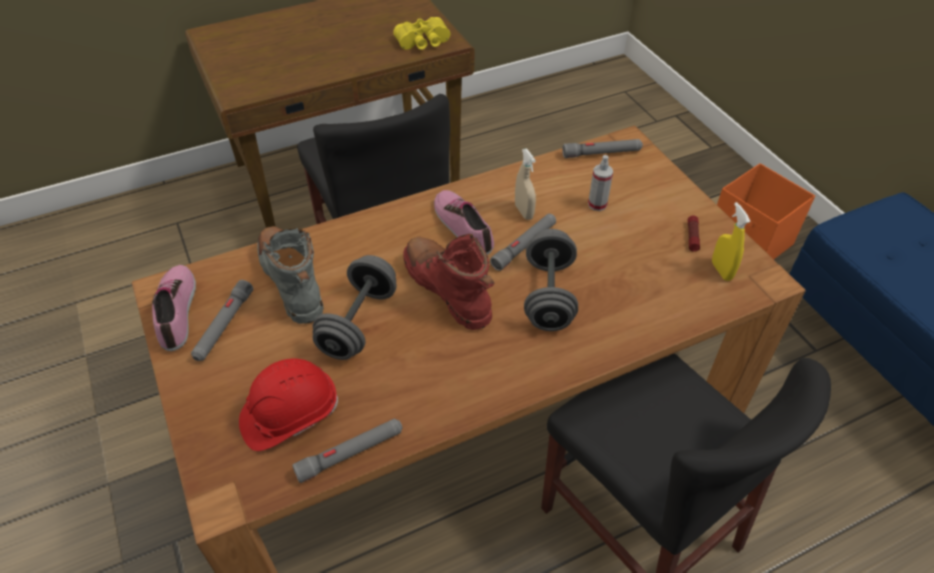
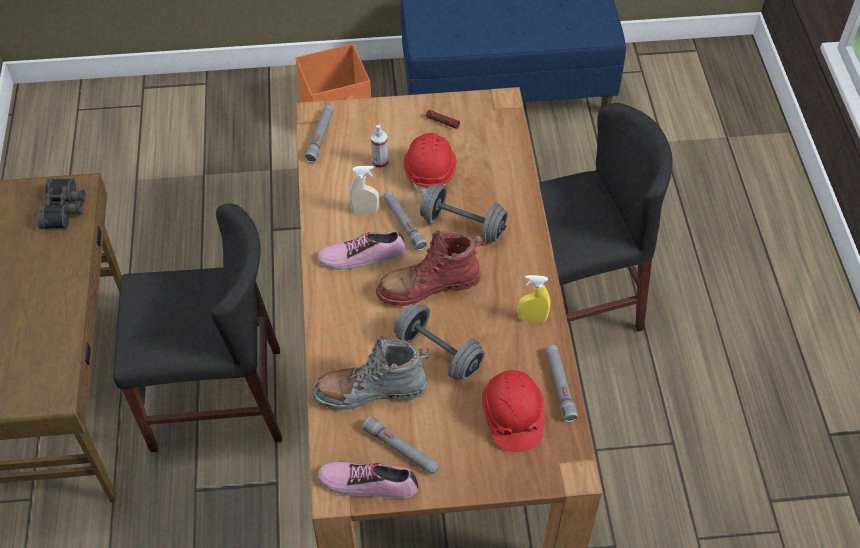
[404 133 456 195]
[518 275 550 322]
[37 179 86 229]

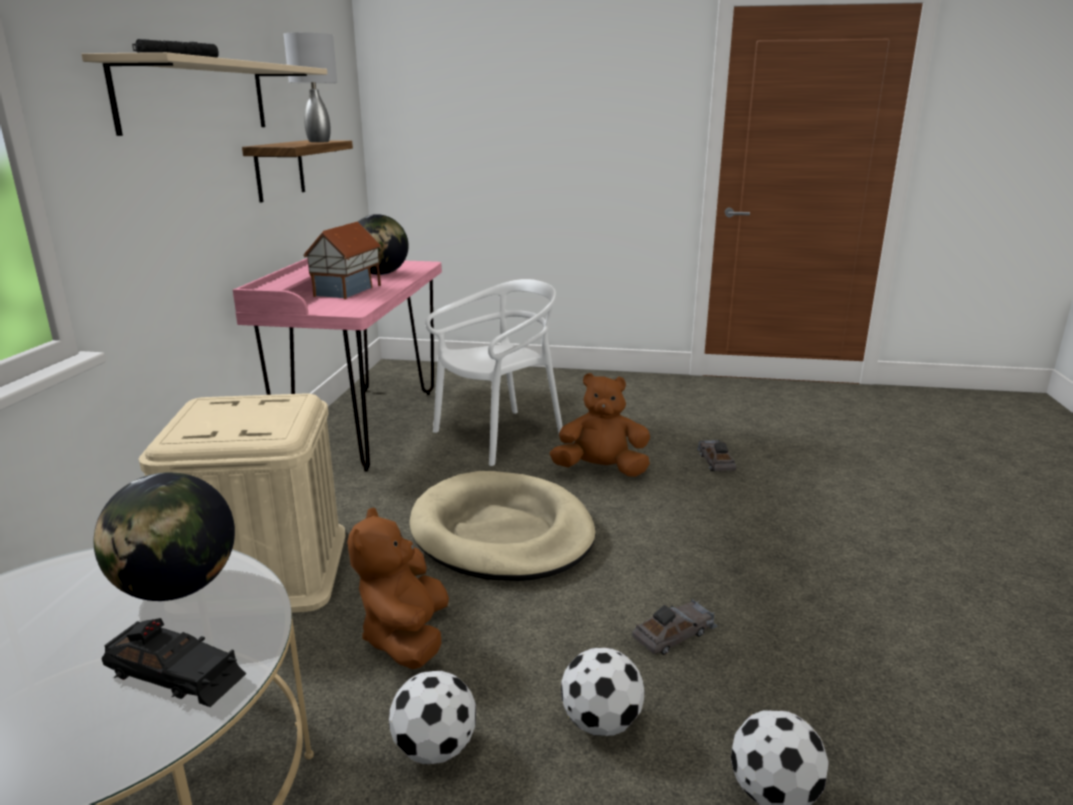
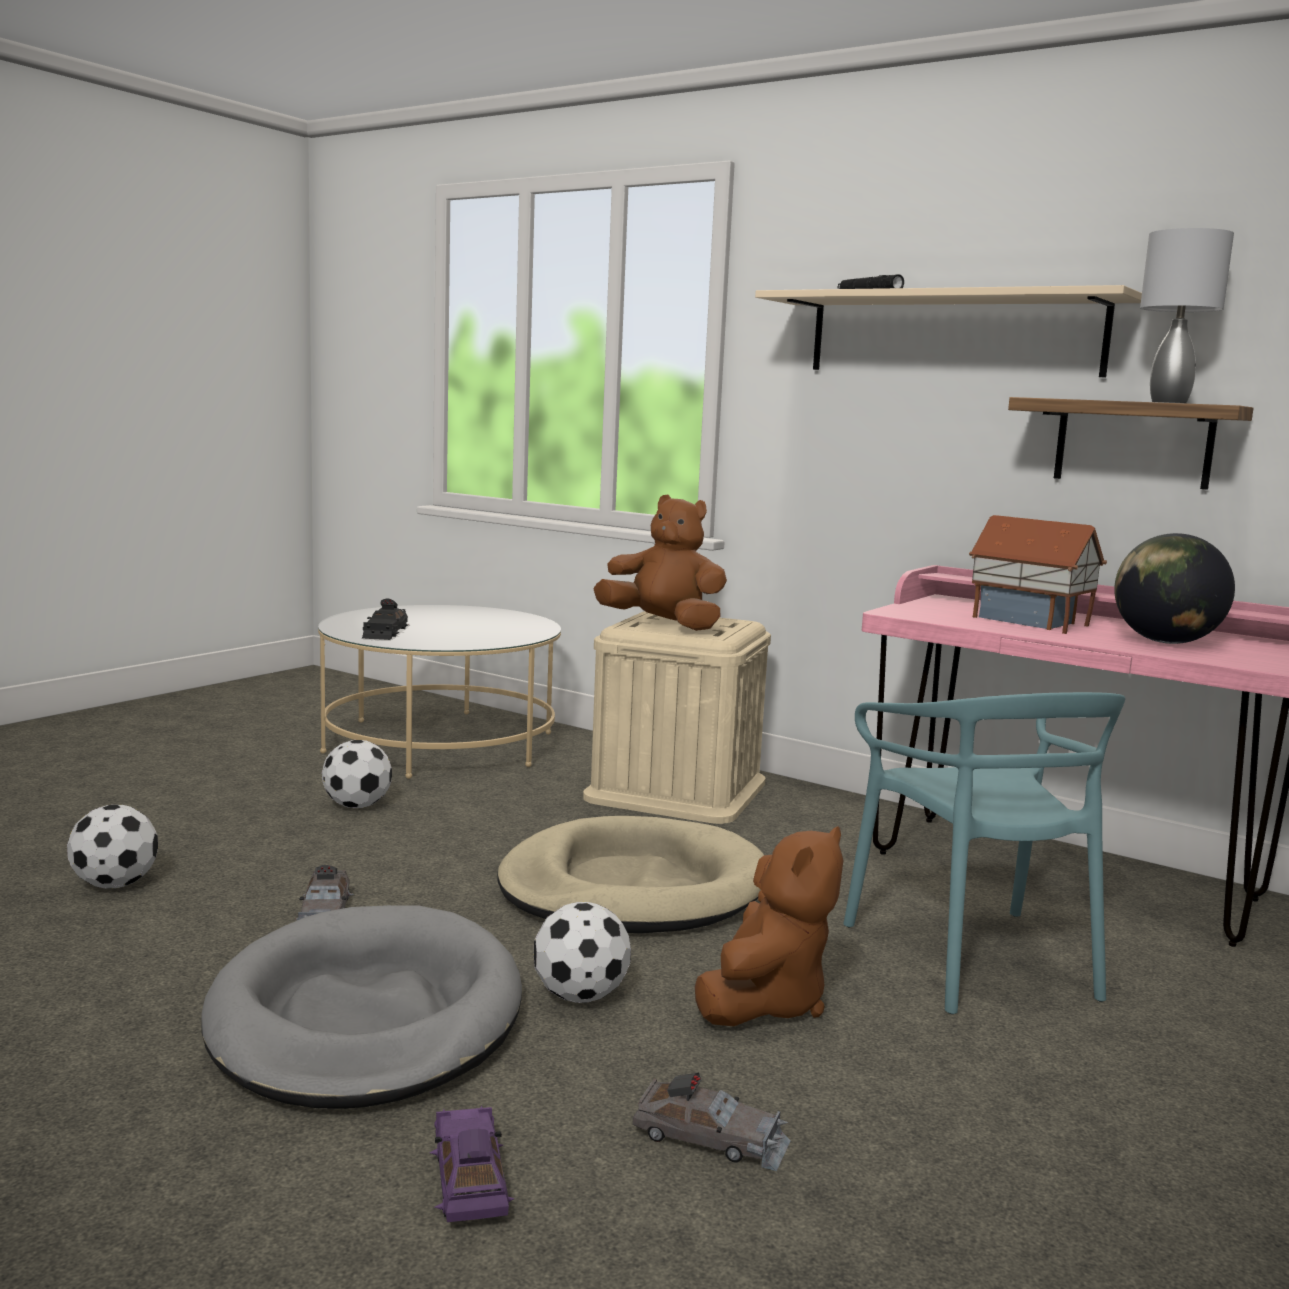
[94 472 235 601] (first image)
[201 905 522 1109]
[429 1106 515 1222]
[594 495 727 631]
[534 902 631 1003]
[843 692 1125 1014]
[362 599 408 640]

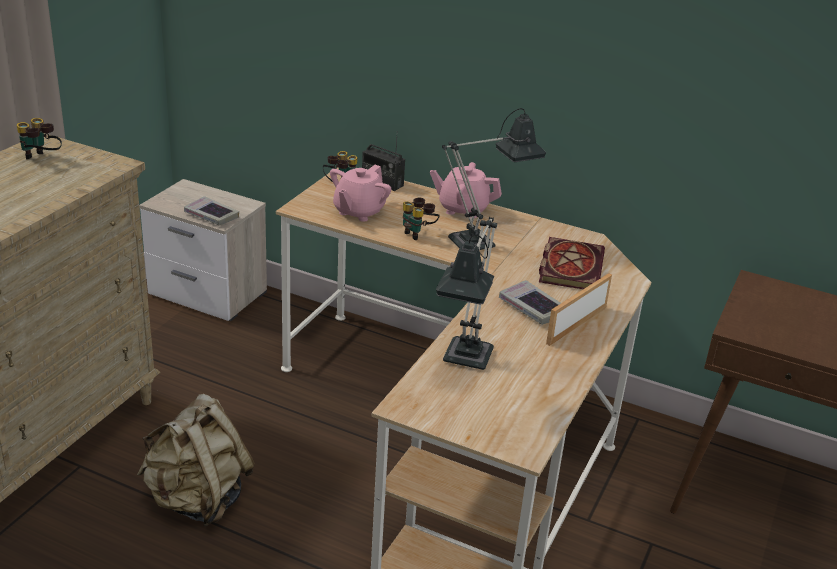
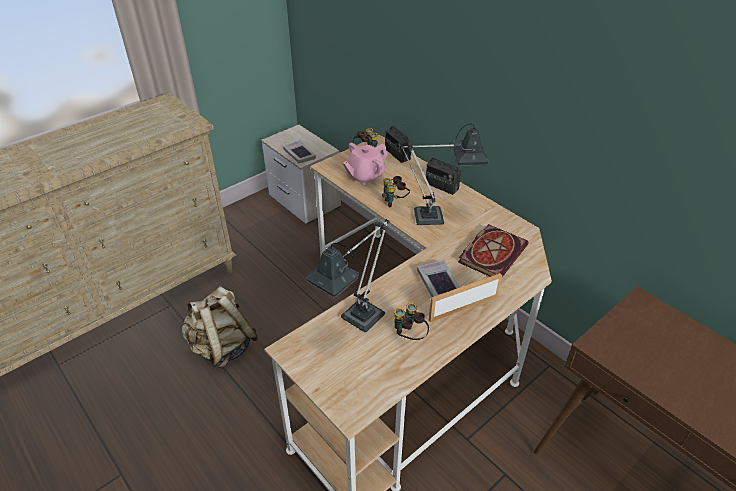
[394 303 429 340]
[425 158 461 195]

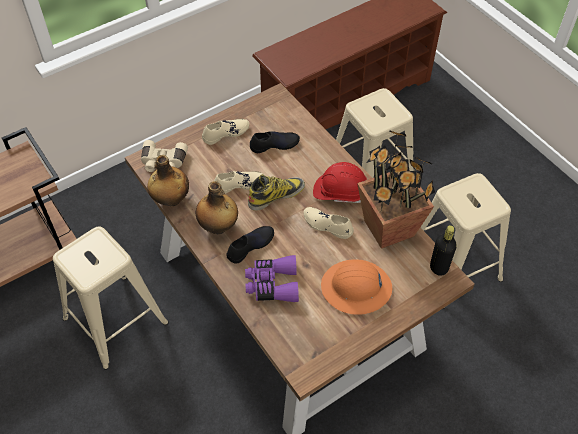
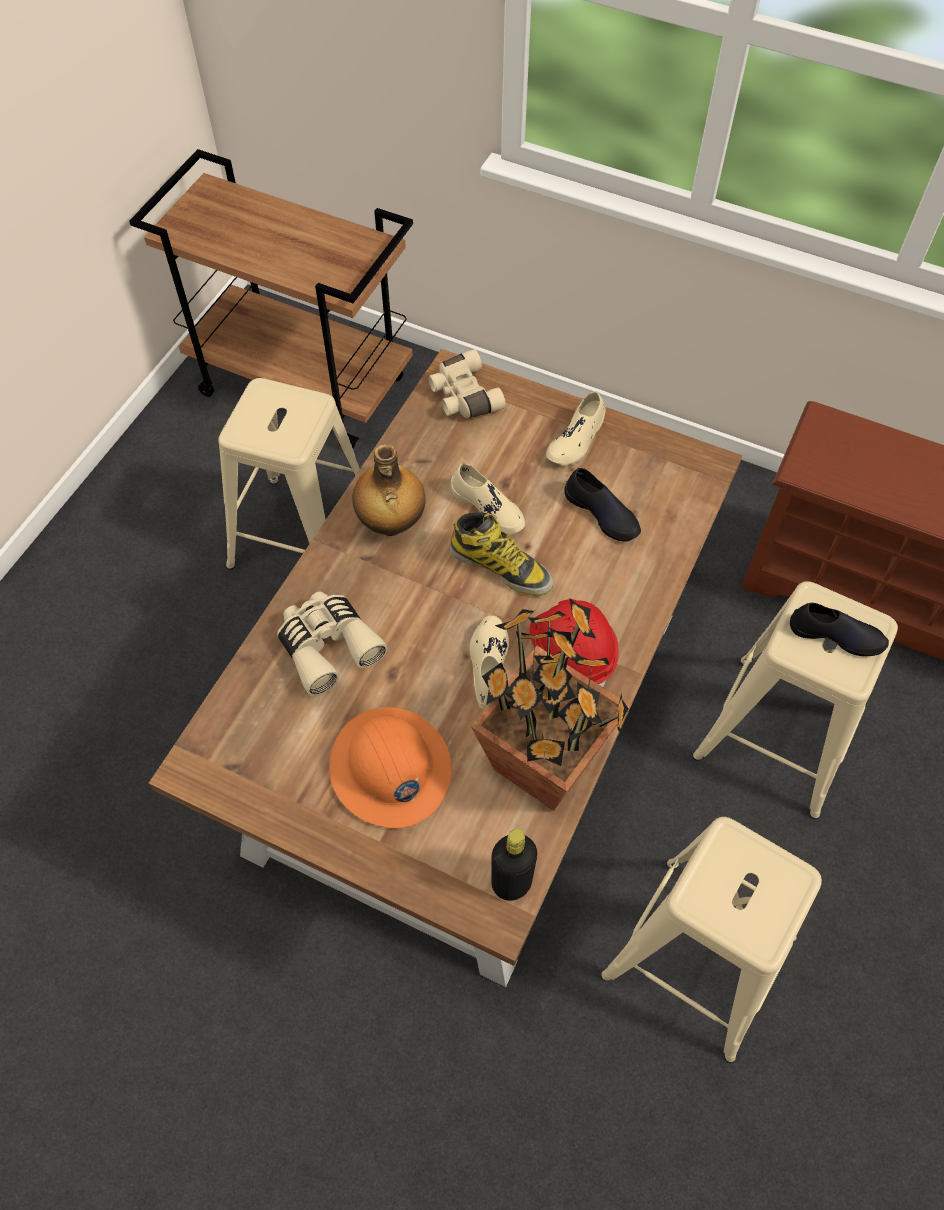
[147 155 189 206] (first image)
[790 603 889 656]
[277 591 388 696]
[546 391 606 466]

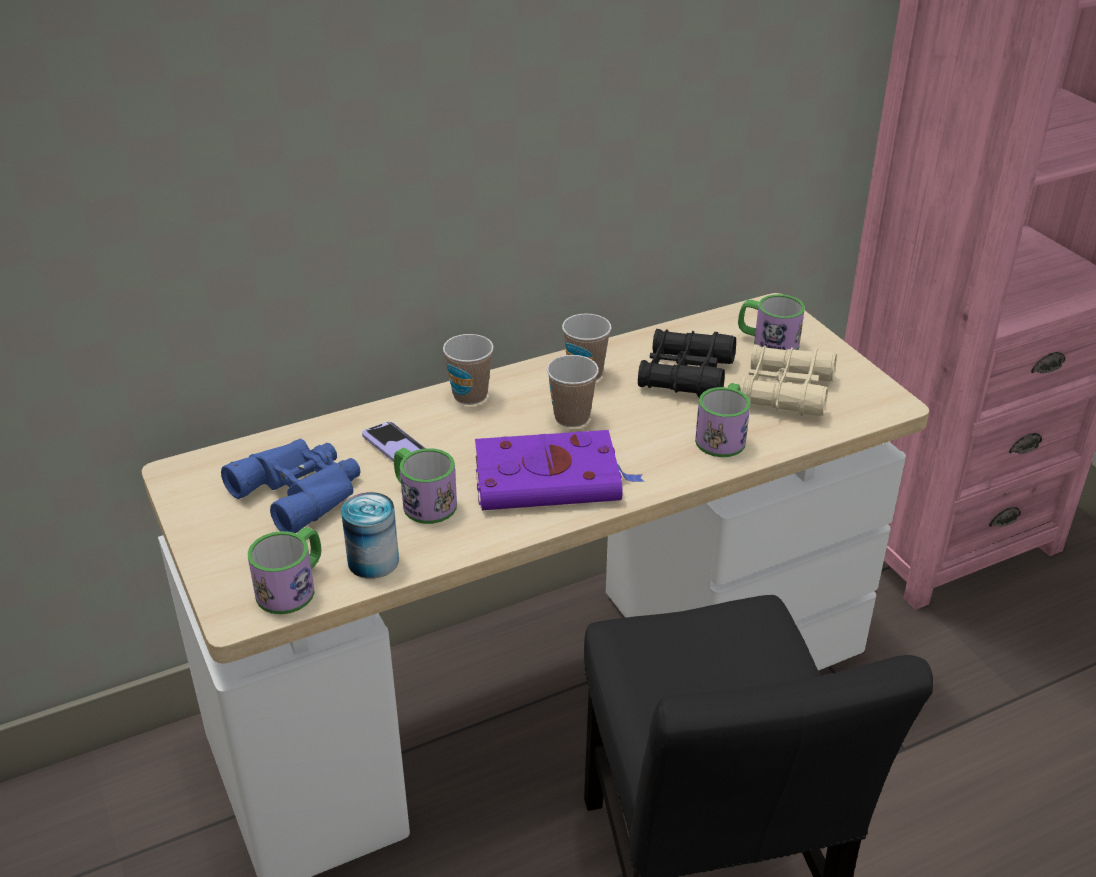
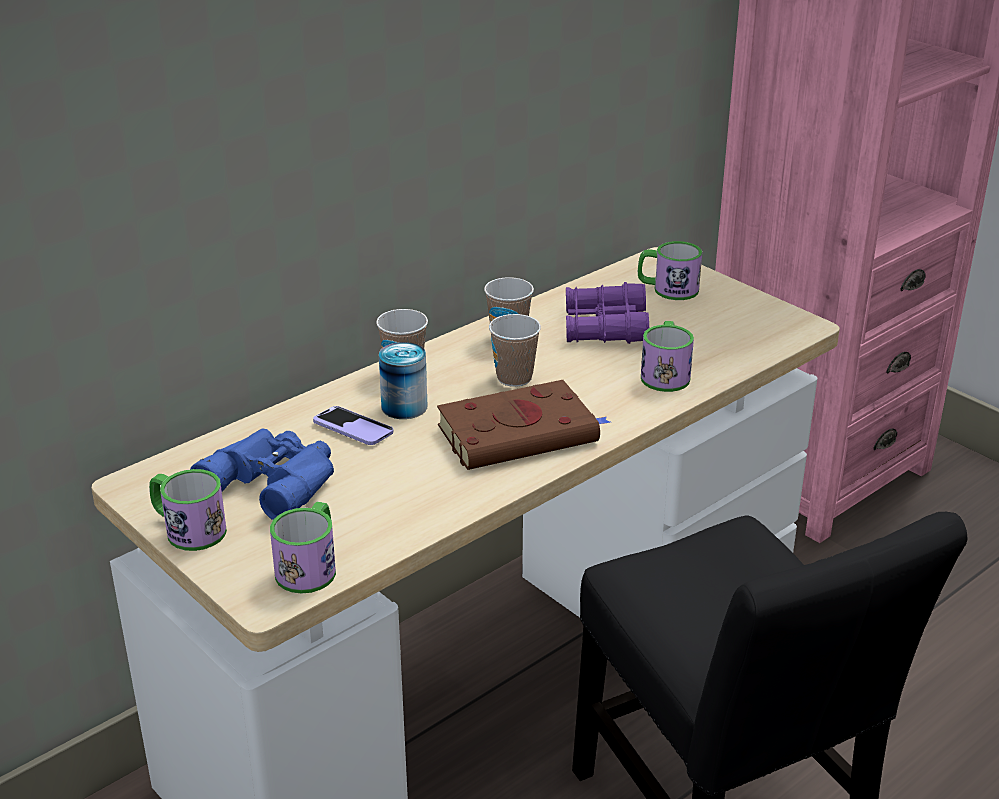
[740 345 837 416] (first image)
[379 342 427 419]
[149 469 227 551]
[437 380 610 470]
[566 282 649 344]

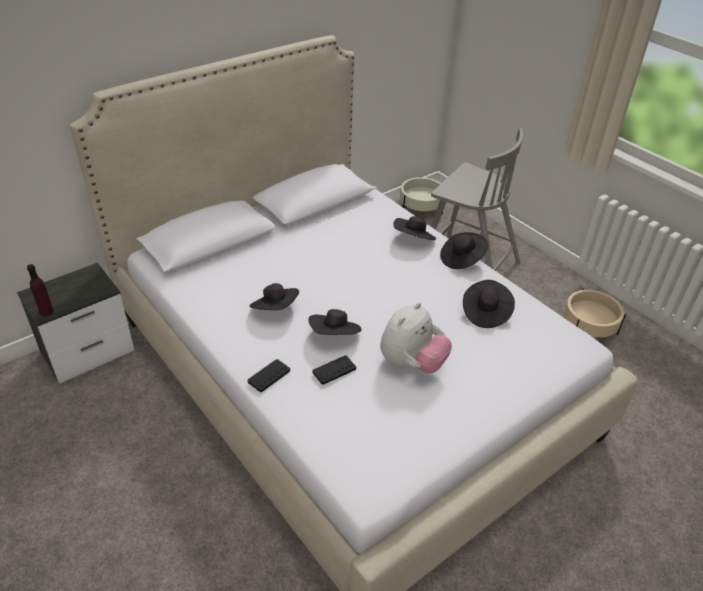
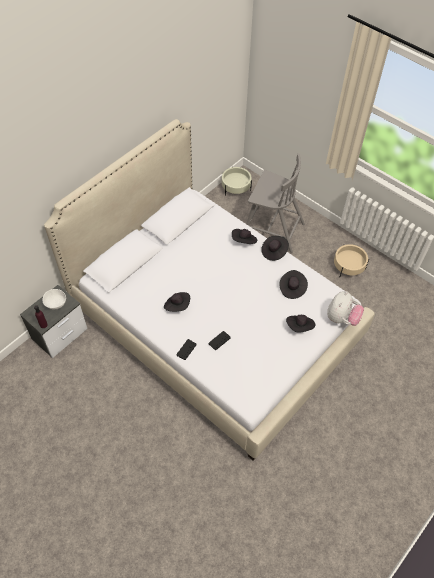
[42 289 66 309]
[286 315 315 332]
[327 291 364 326]

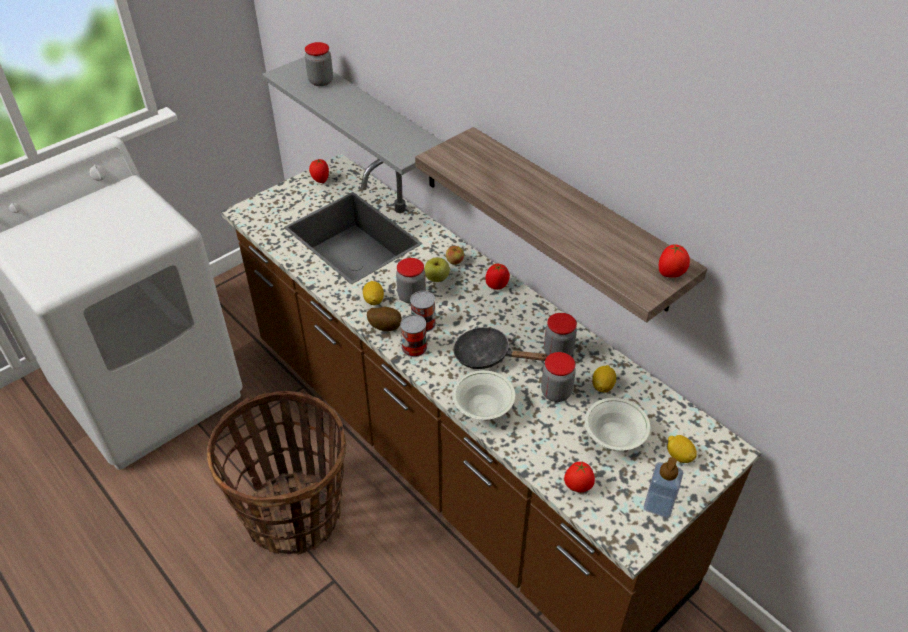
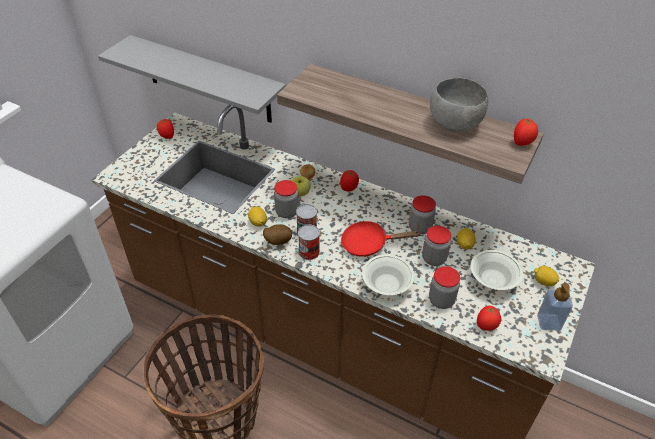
[430 78 488 132]
[429 266 460 309]
[341 221 422 257]

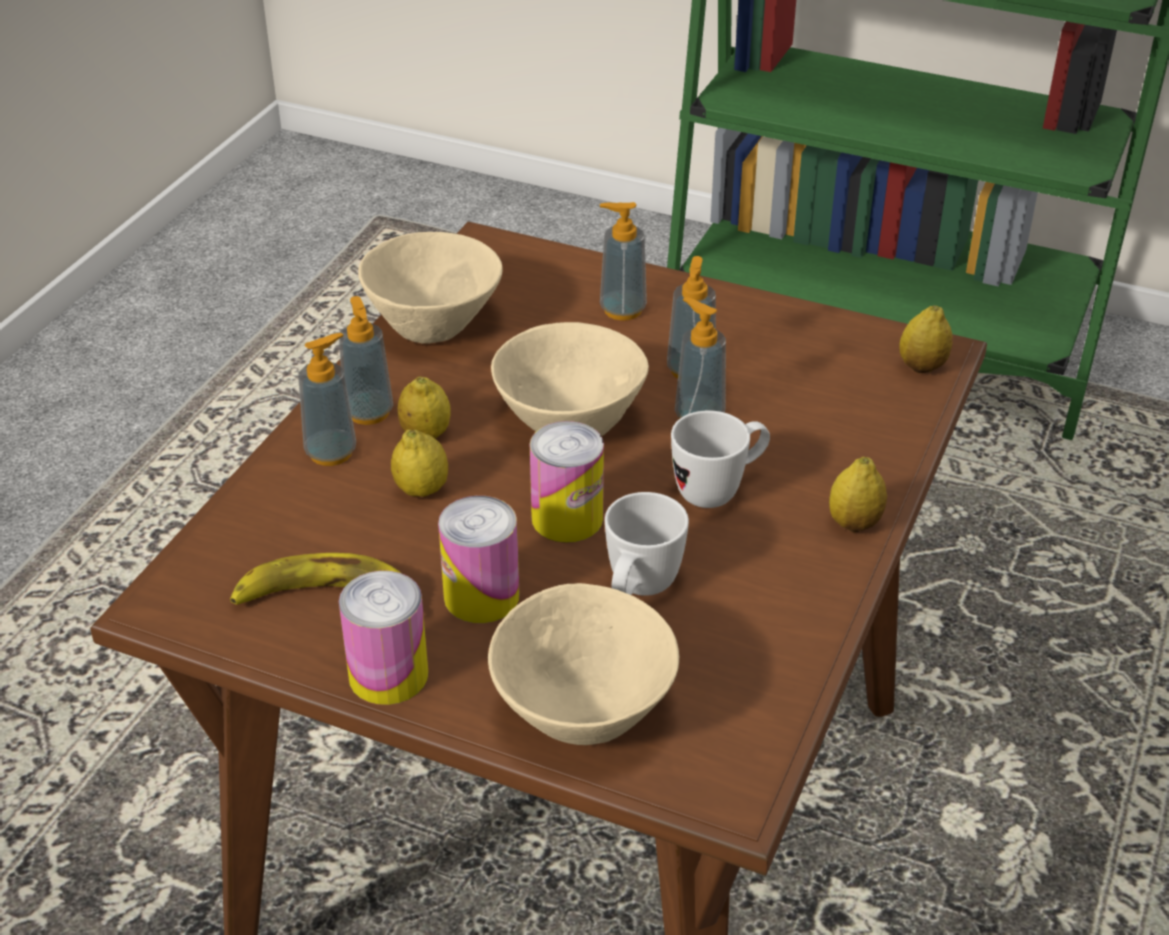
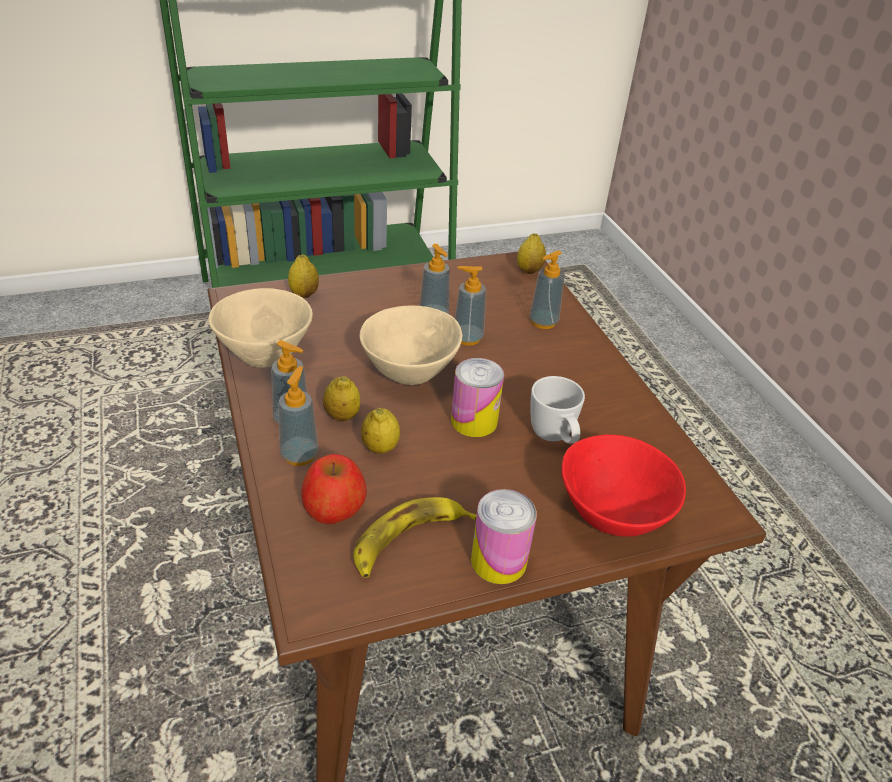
[438 496 519 623] (first image)
[671 410 770 508] (first image)
[301 454 367 524]
[529 250 565 329]
[288 254 319 298]
[562 435 686 537]

